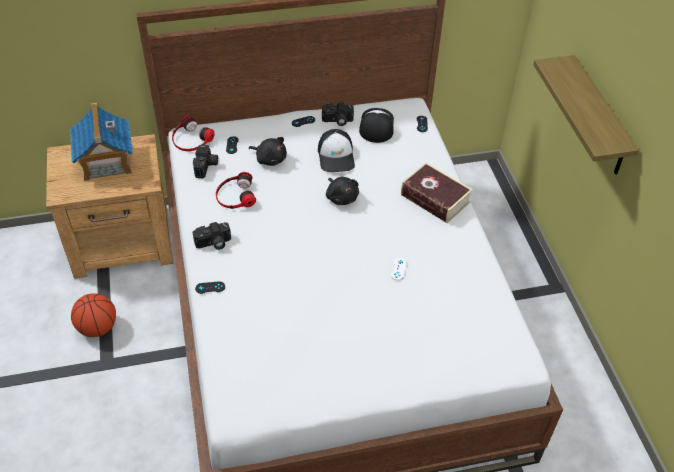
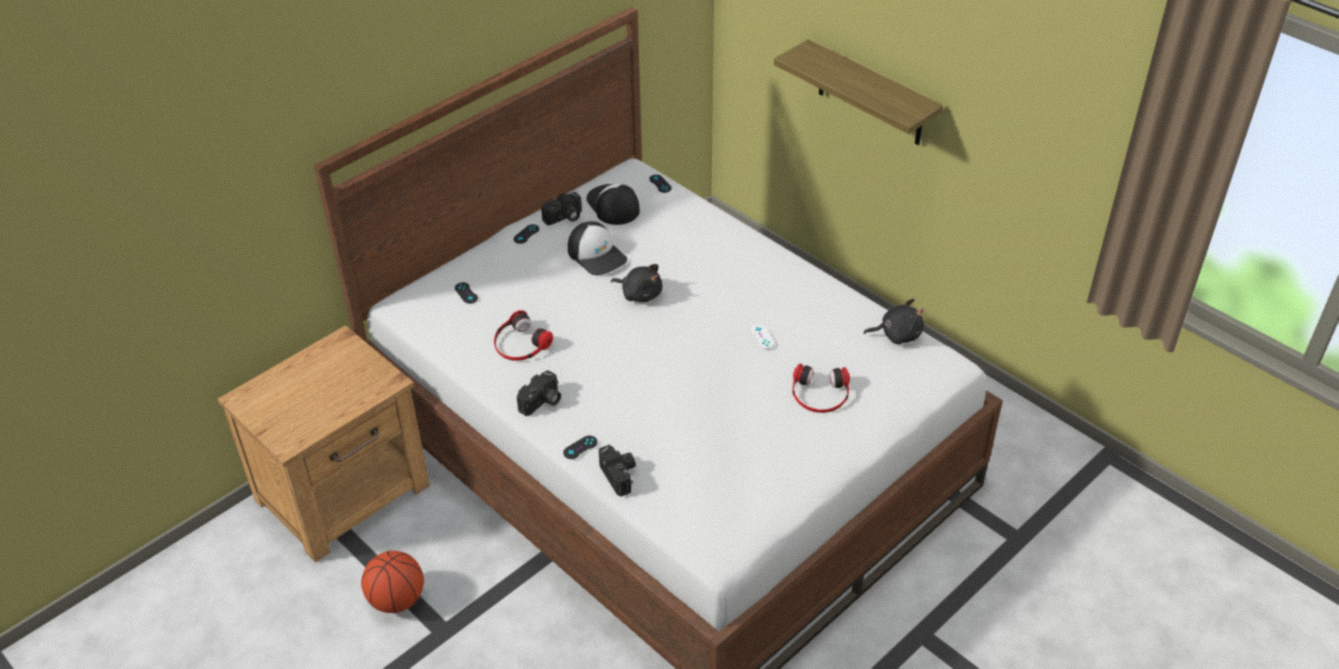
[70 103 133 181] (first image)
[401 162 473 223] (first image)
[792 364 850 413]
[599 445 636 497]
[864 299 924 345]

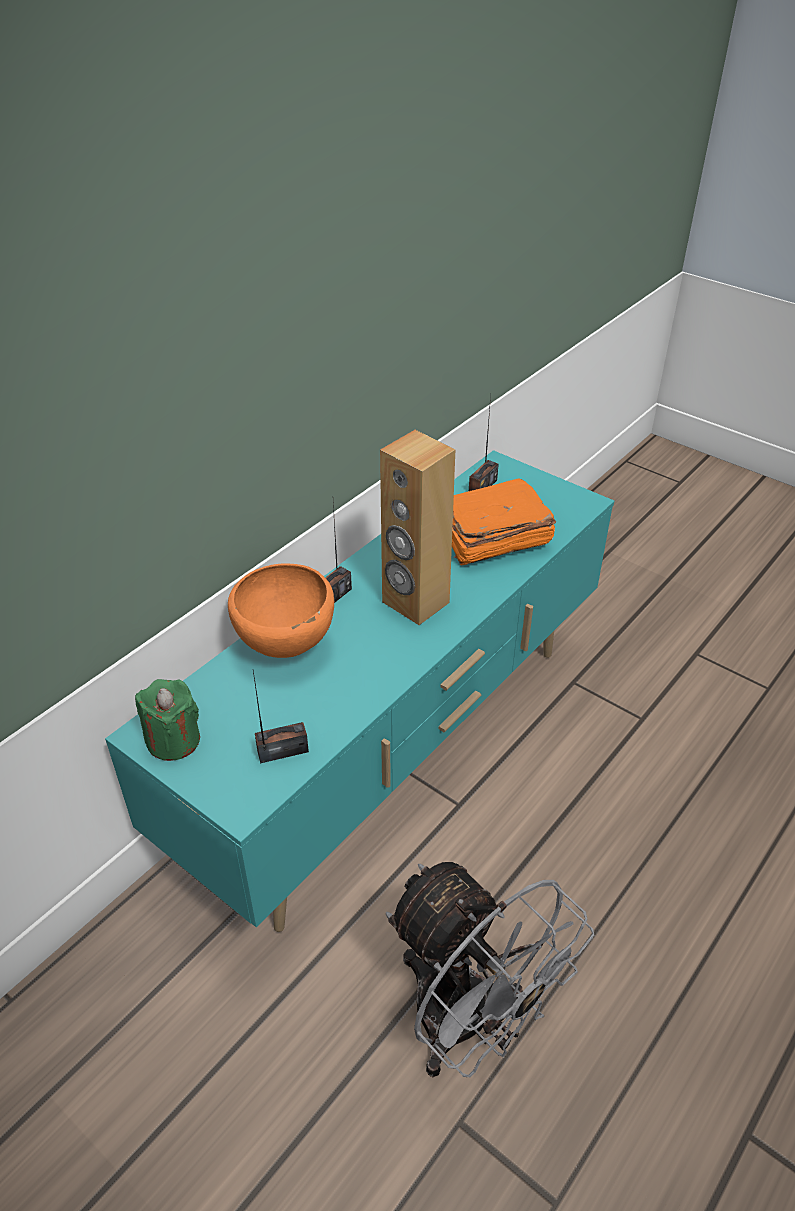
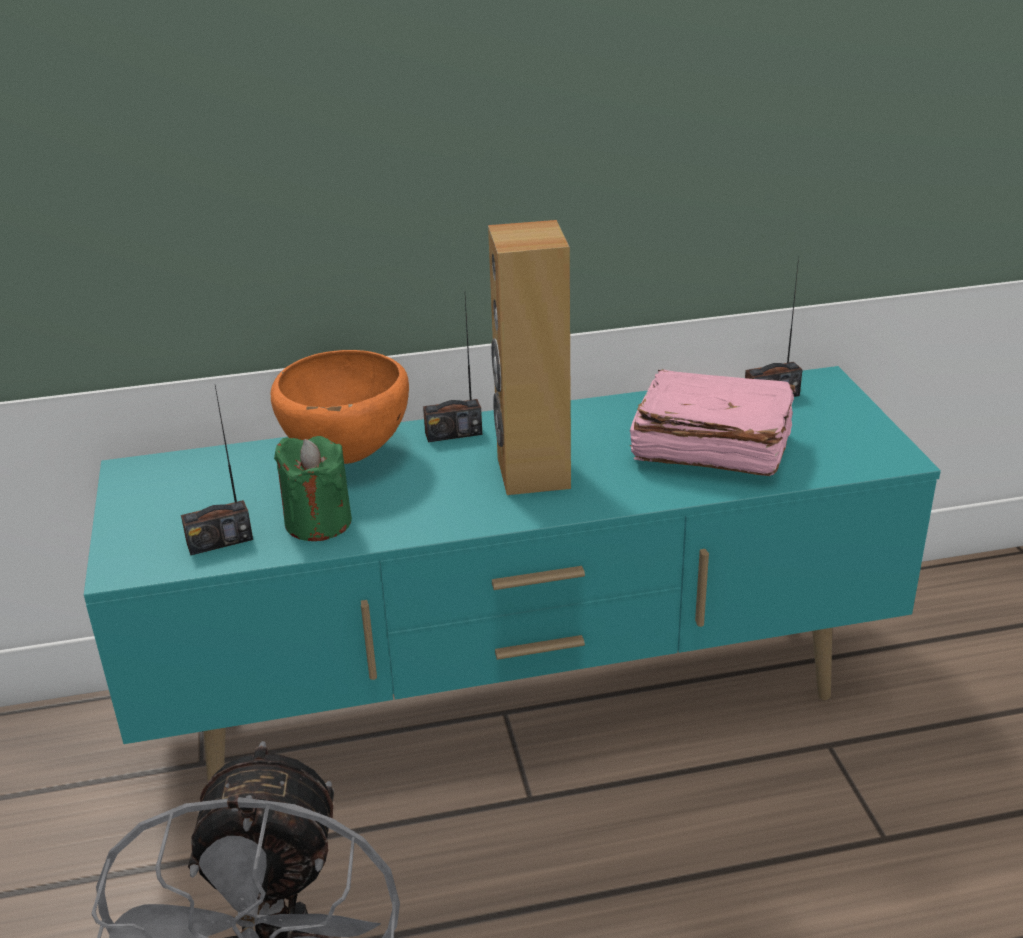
[274 436 352 541]
[630 369 796 476]
[181 386 253 555]

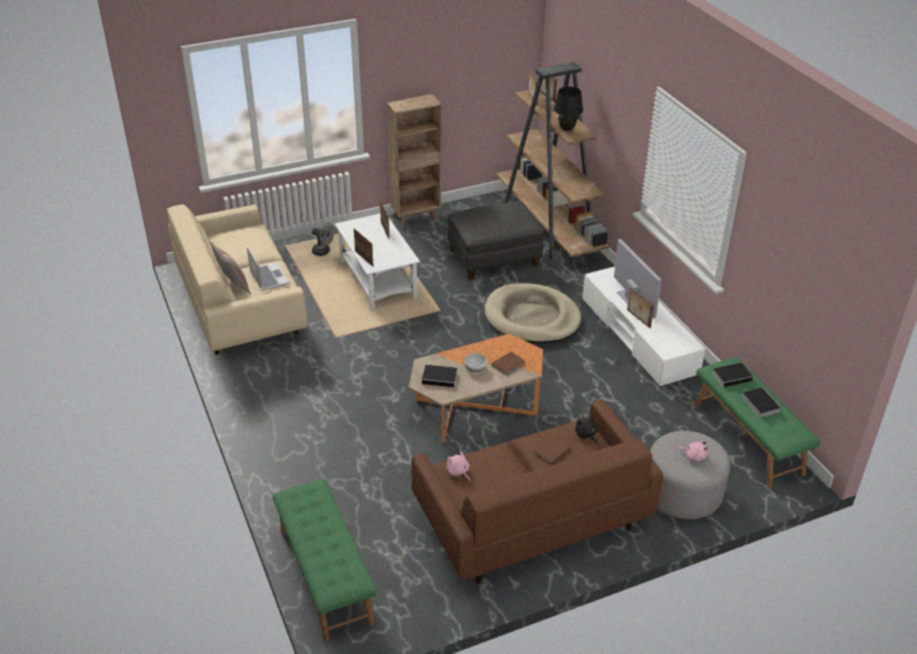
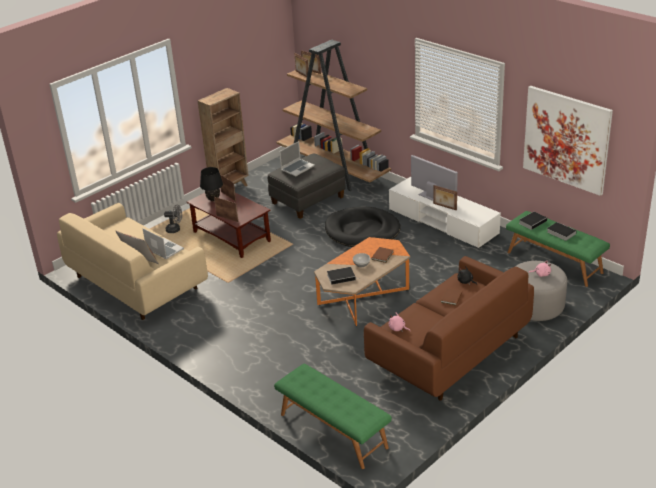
[279 141 315 176]
[523 86 613 196]
[200 167 223 201]
[186 188 271 258]
[325 207 401 247]

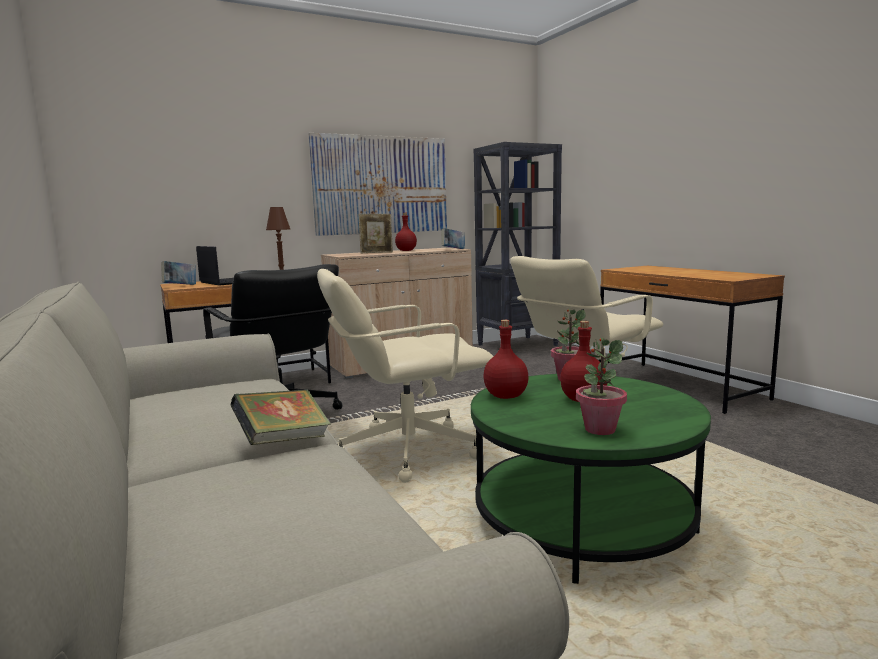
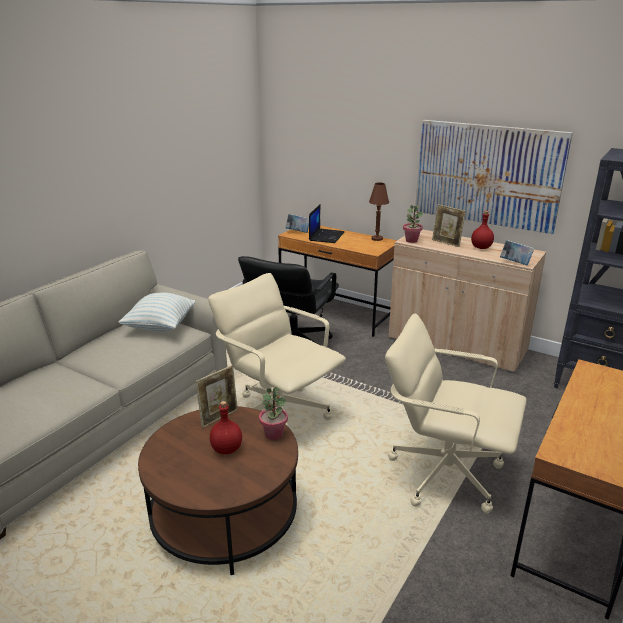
[230 389 331 445] (first image)
[118 293 195 332]
[403 205 423 243]
[195 365 238 428]
[138 406 298 575]

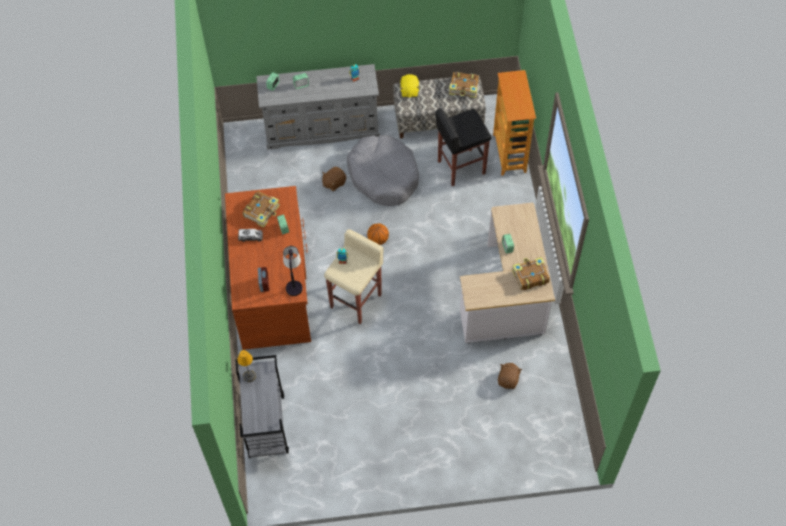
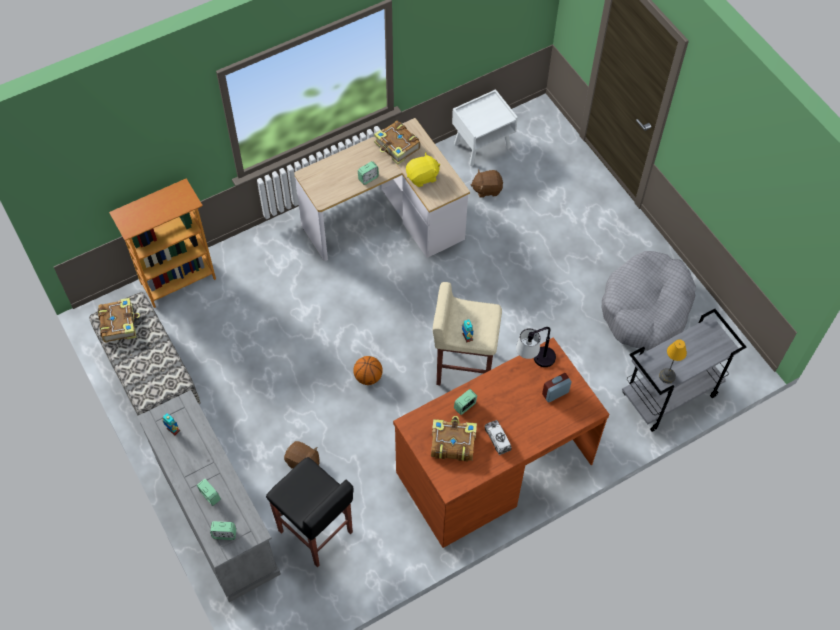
[452 89 518 166]
[602 251 696 350]
[406 152 440 187]
[266 457 354 567]

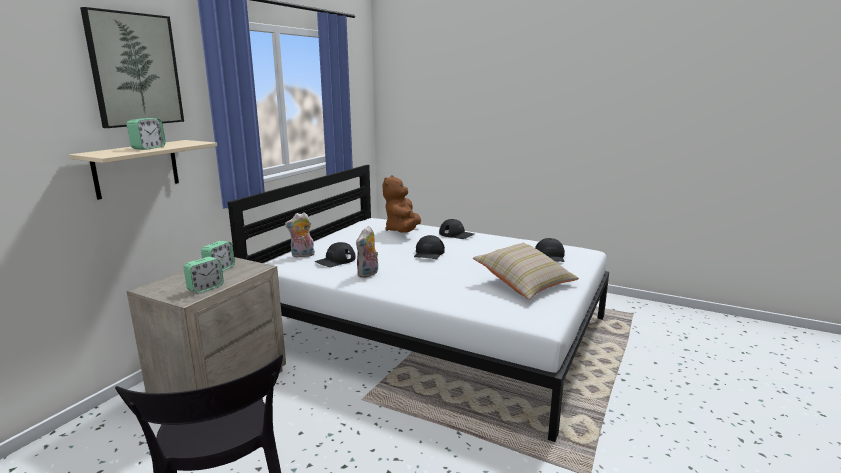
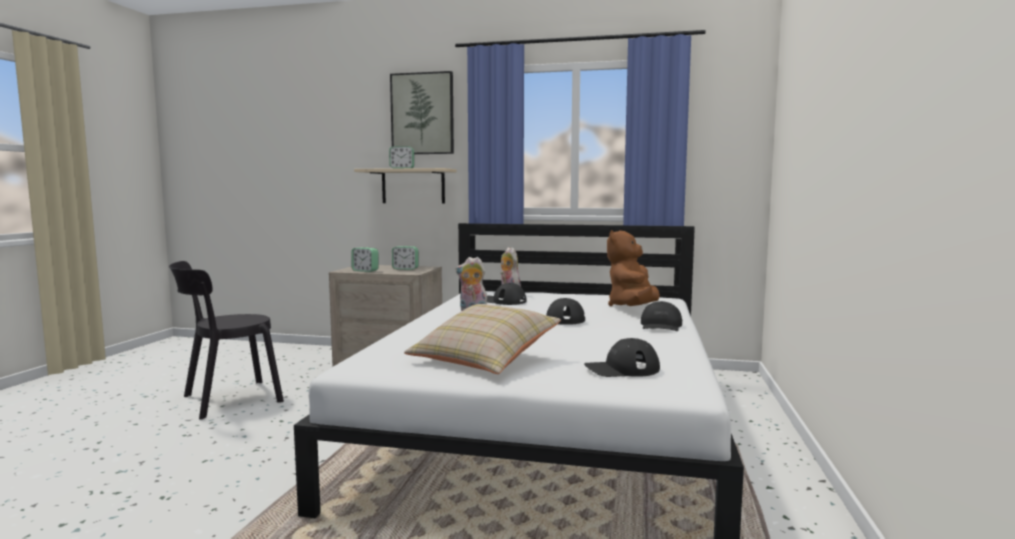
[607 230 660 306]

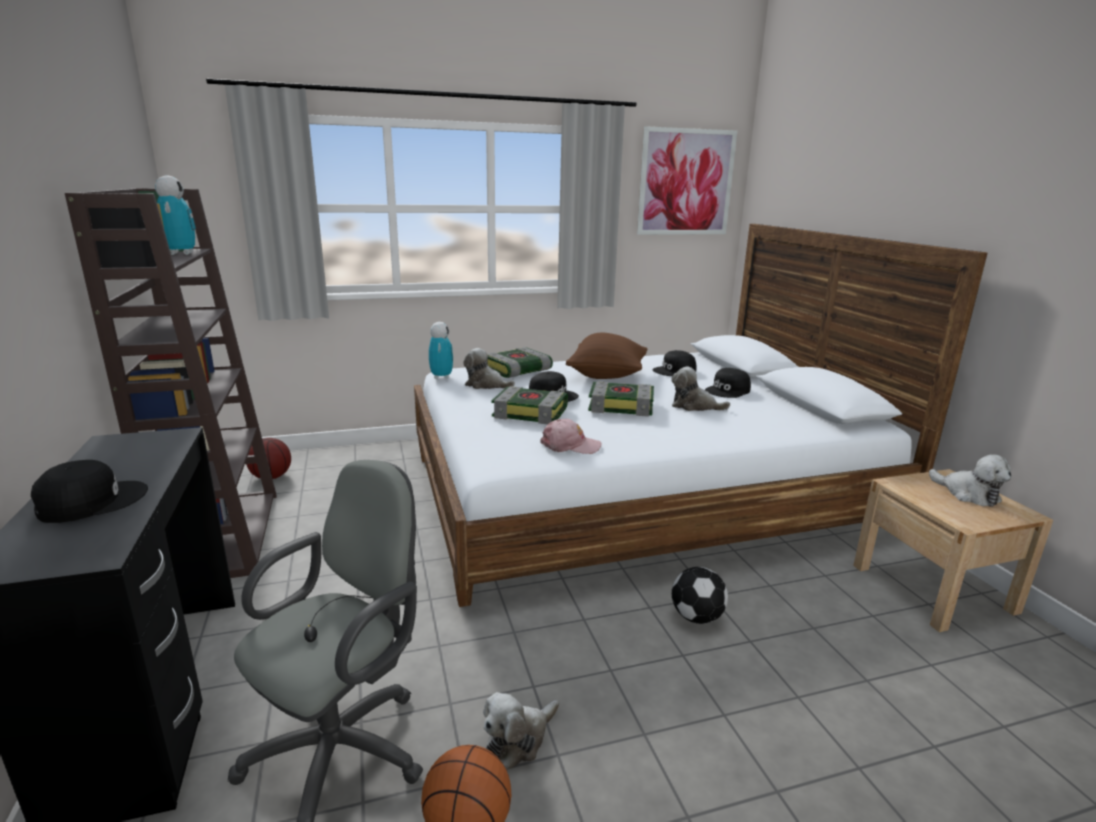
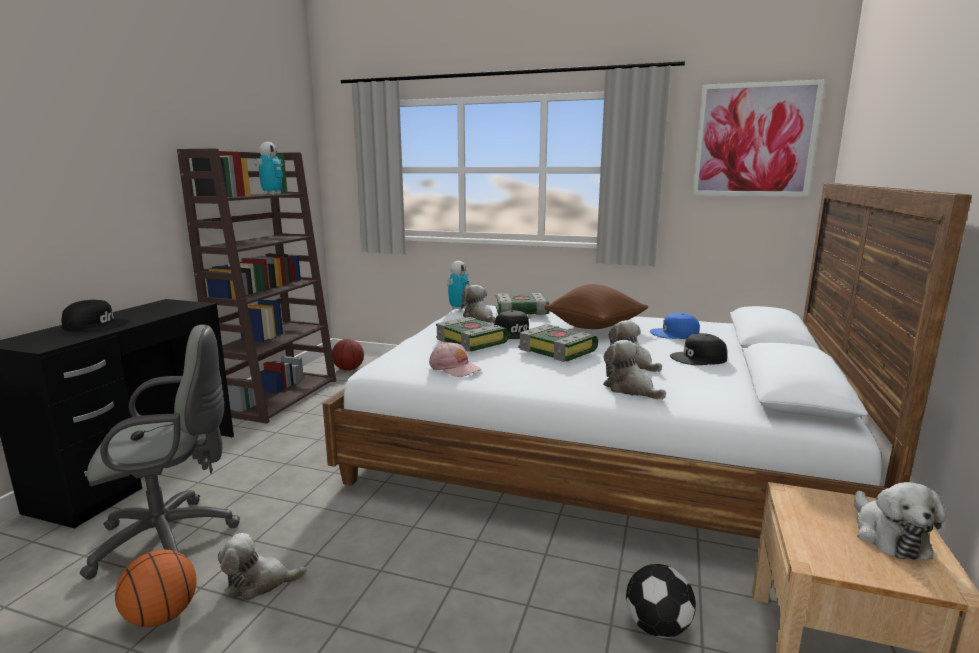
[603 340 666 399]
[626 564 696 638]
[650 313 700 339]

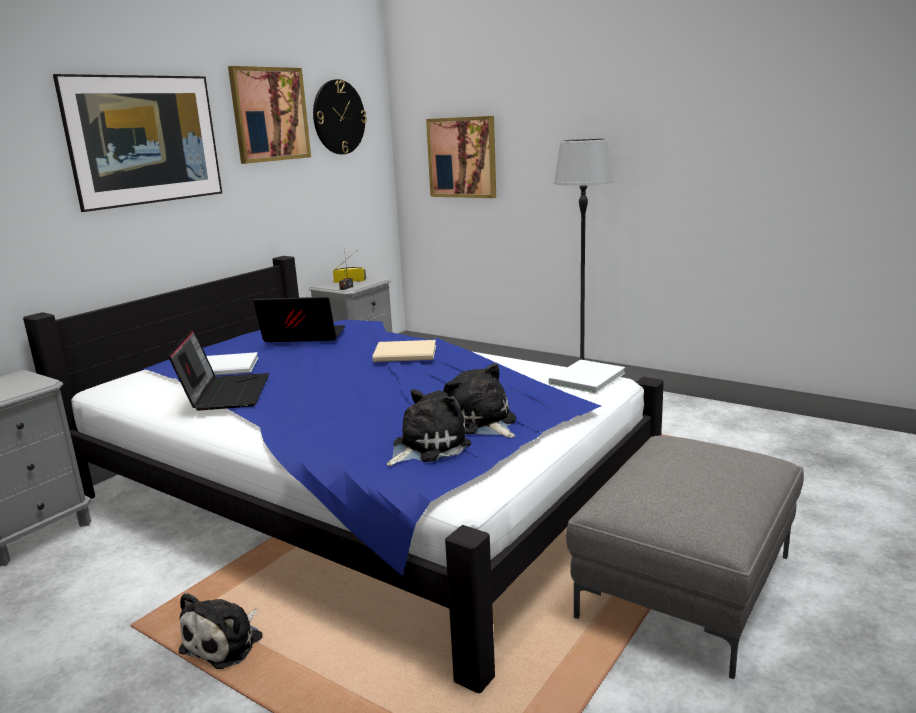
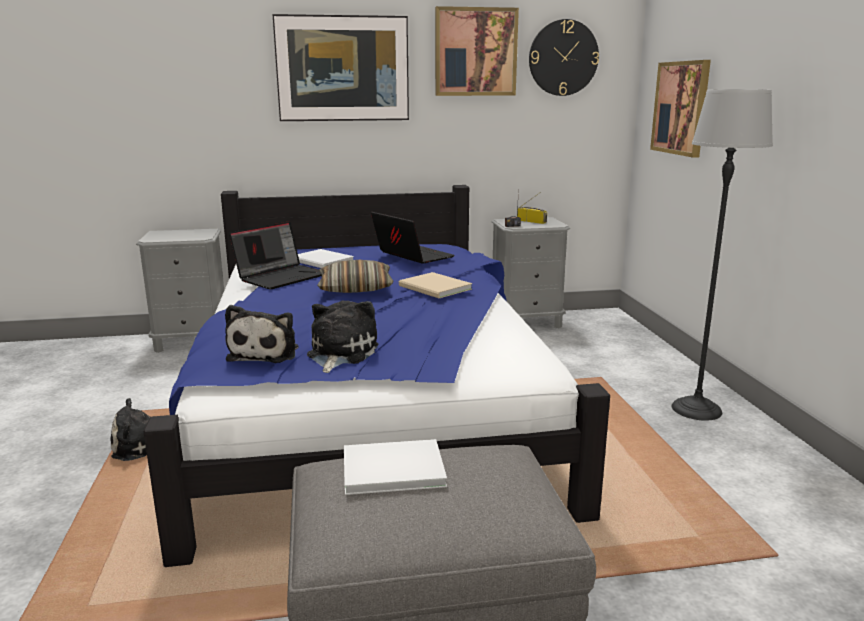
[317 260 394 293]
[344 439 447 495]
[225 305 298 363]

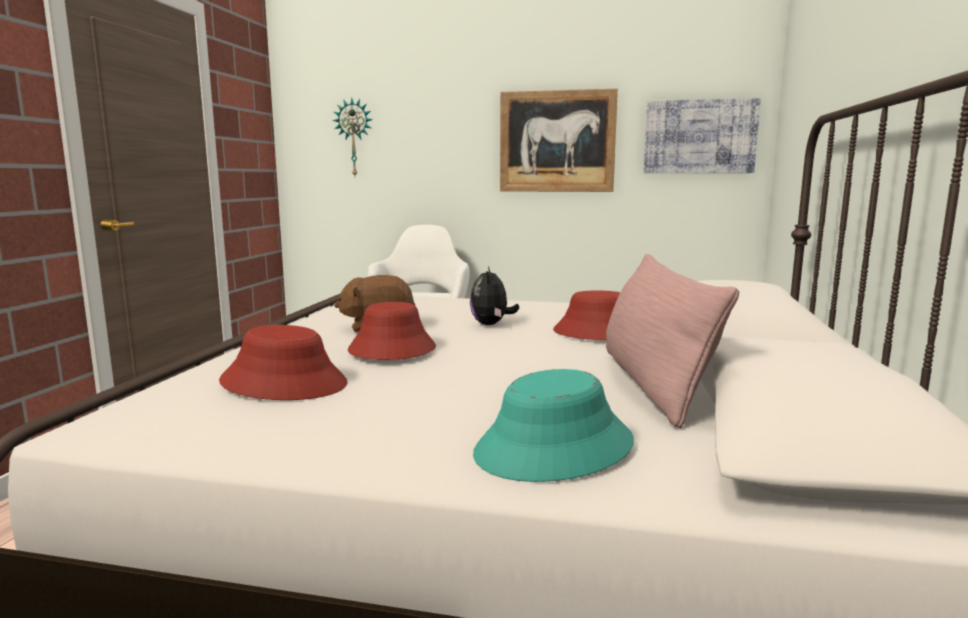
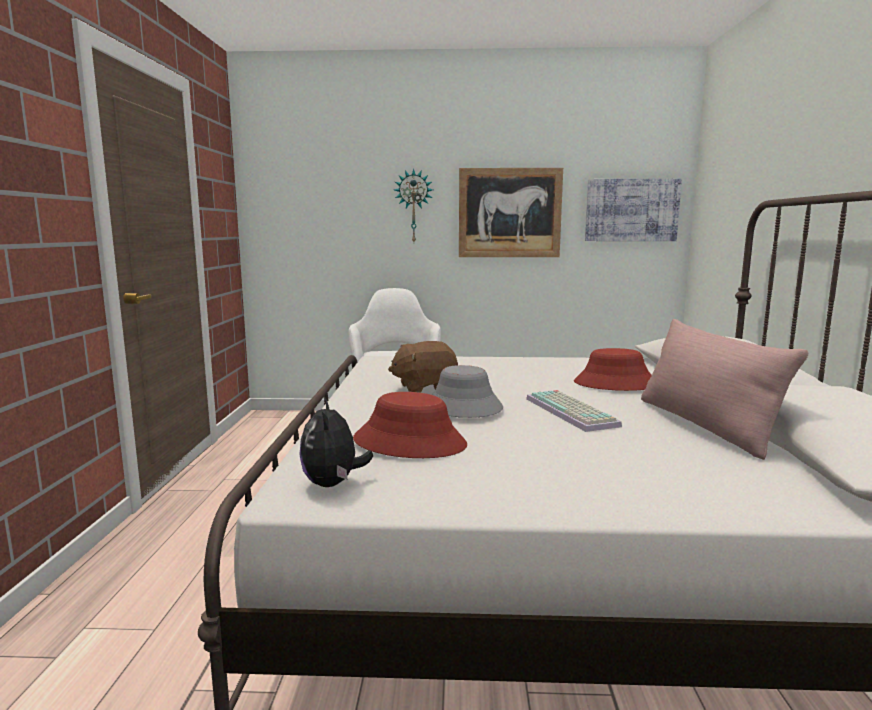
[473 369 634 482] (first image)
[526 390 622 432]
[394 168 433 242]
[299 398 373 487]
[432 365 503 418]

